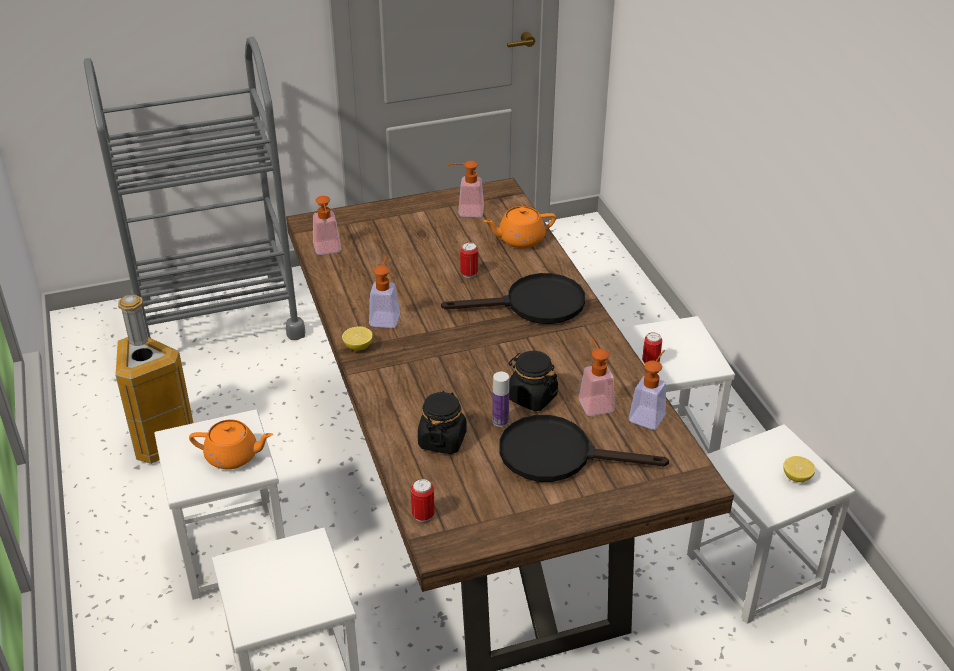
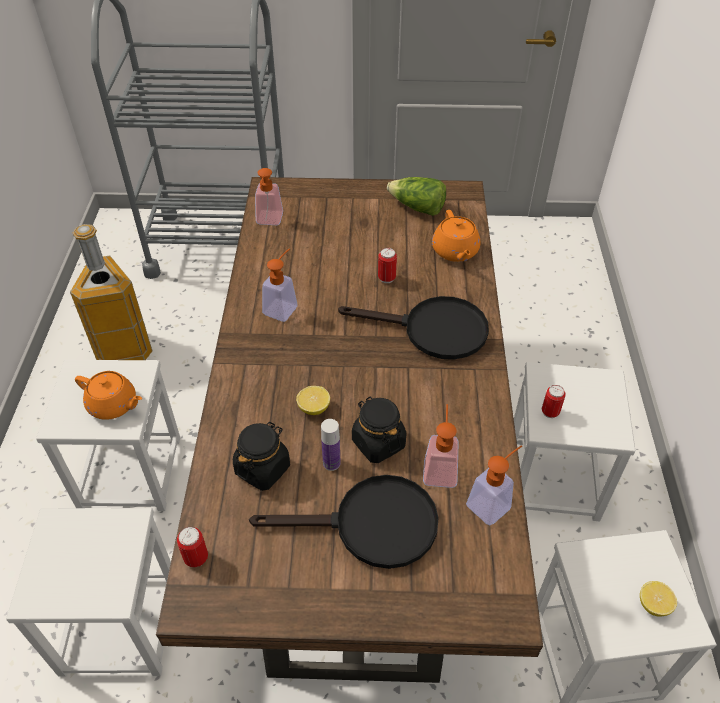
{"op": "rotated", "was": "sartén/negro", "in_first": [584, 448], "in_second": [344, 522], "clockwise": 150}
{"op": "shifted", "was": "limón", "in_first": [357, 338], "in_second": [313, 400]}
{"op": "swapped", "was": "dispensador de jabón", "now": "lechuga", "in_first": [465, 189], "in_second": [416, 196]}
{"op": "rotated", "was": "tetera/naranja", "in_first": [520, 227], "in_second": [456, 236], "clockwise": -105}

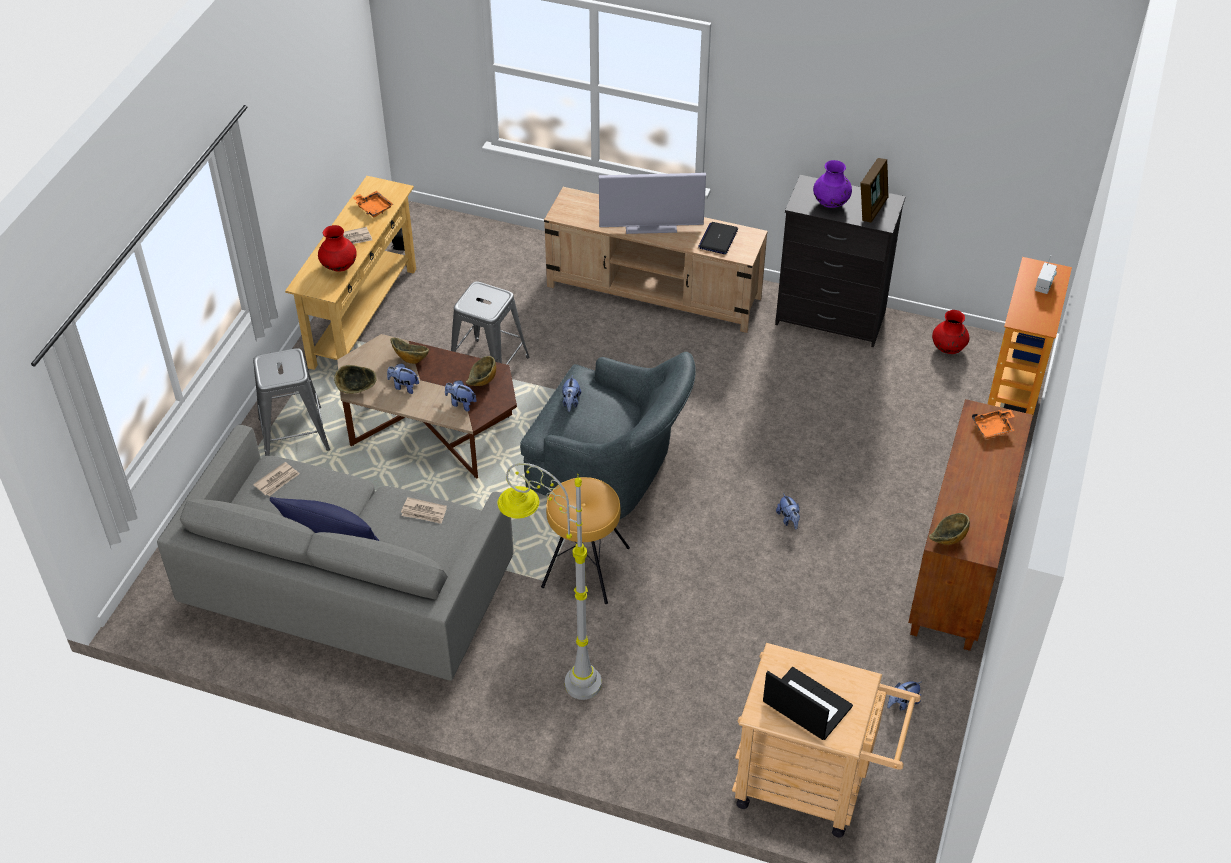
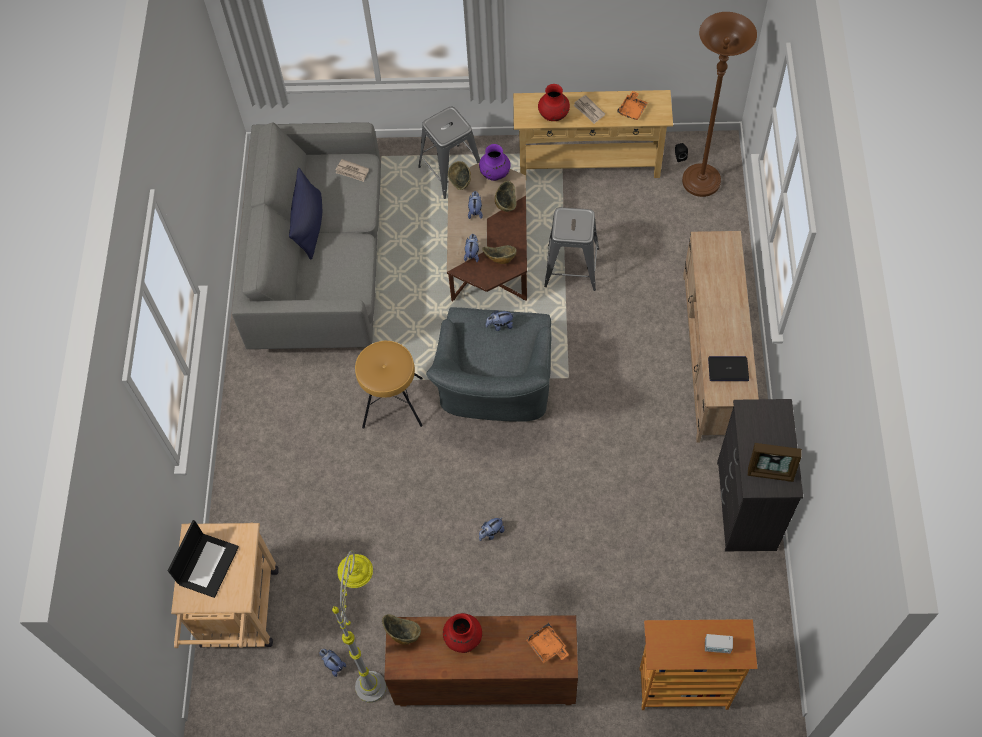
{"op": "shifted", "was": "lámpara de pie/gris", "in_first": [549, 581], "in_second": [359, 626]}
{"op": "shifted", "was": "florero/rojo", "in_first": [950, 332], "in_second": [462, 633]}
{"op": "shifted", "was": "florero/morado", "in_first": [832, 184], "in_second": [495, 162]}
{"op": "new", "now": "lámpara de pie/marrón", "in_second": [719, 104]}
{"op": "gone", "was": "periódico", "in_first": [424, 510]}
{"op": "gone", "was": "televisor", "in_first": [652, 203]}

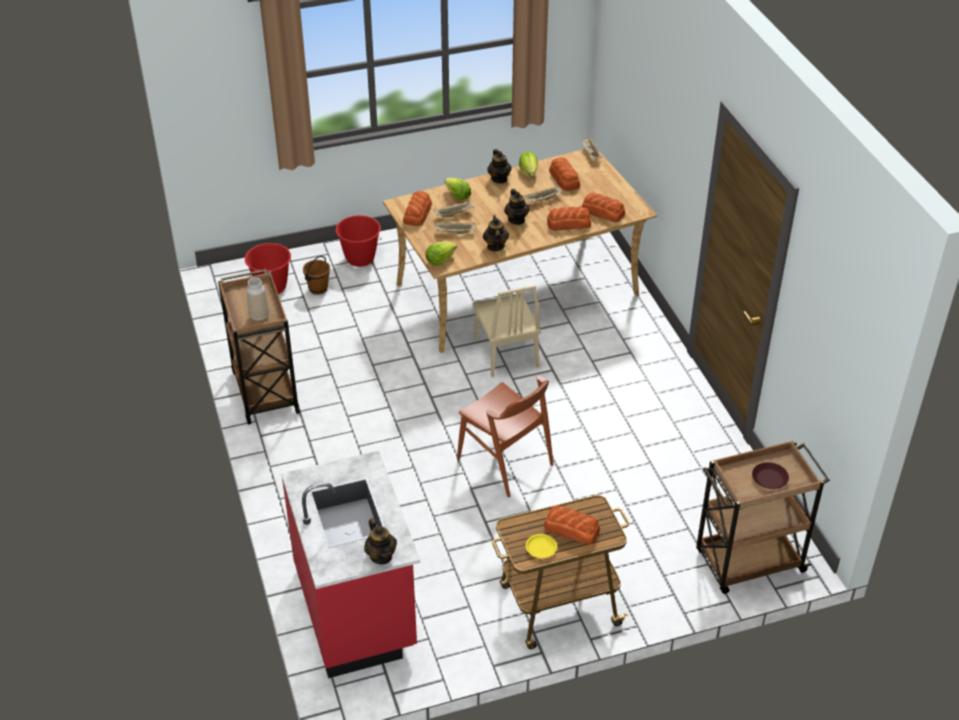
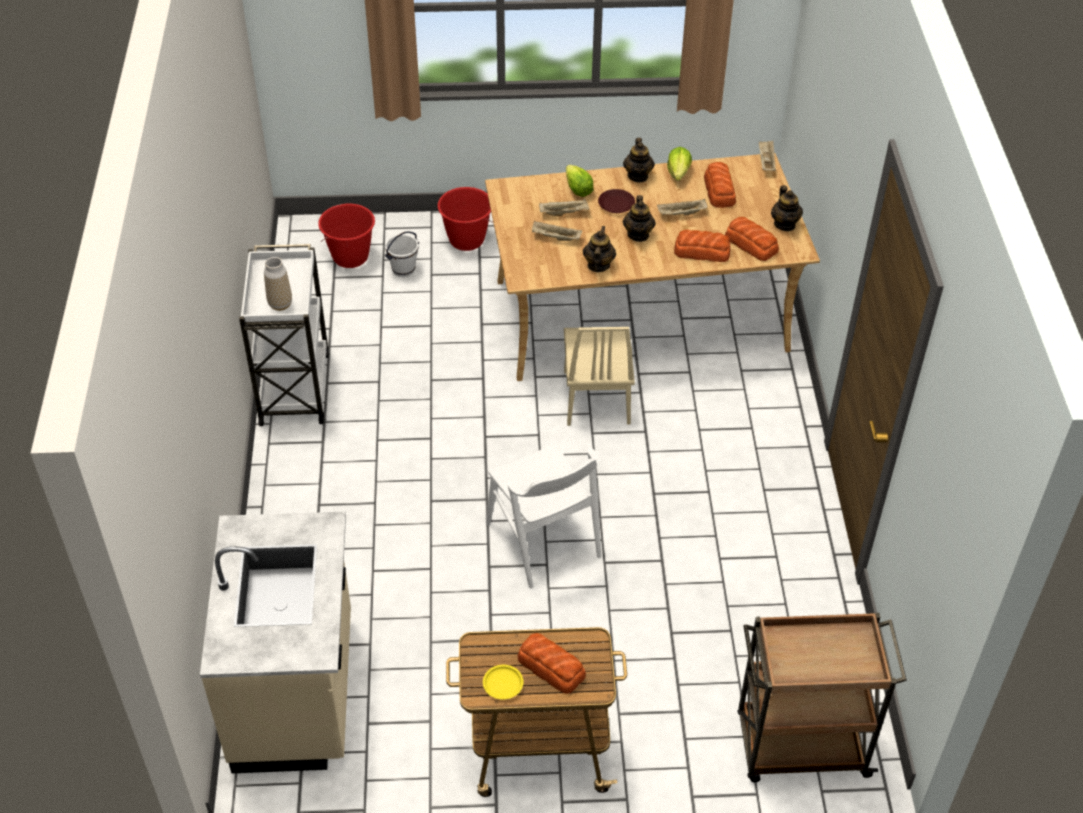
{"op": "repainted", "was": "mueble bajo de cocina/rojo", "now": "mueble bajo de cocina/beis", "in_first": [350, 564], "in_second": [275, 642]}
{"op": "repainted", "was": "carrito/marrón", "now": "carrito/blanco", "in_first": [259, 346], "in_second": [284, 335]}
{"op": "repainted", "was": "cubo/marrón", "now": "cubo/blanco", "in_first": [316, 275], "in_second": [402, 254]}
{"op": "repainted", "was": "silla/marrón", "now": "silla/blanco", "in_first": [505, 436], "in_second": [543, 516]}
{"op": "shifted", "was": "plato/marrón", "in_first": [770, 475], "in_second": [616, 201]}
{"op": "shifted", "was": "tetera", "in_first": [380, 541], "in_second": [787, 208]}
{"op": "gone", "was": "pan", "in_first": [417, 208]}
{"op": "gone", "was": "lechuga", "in_first": [441, 253]}

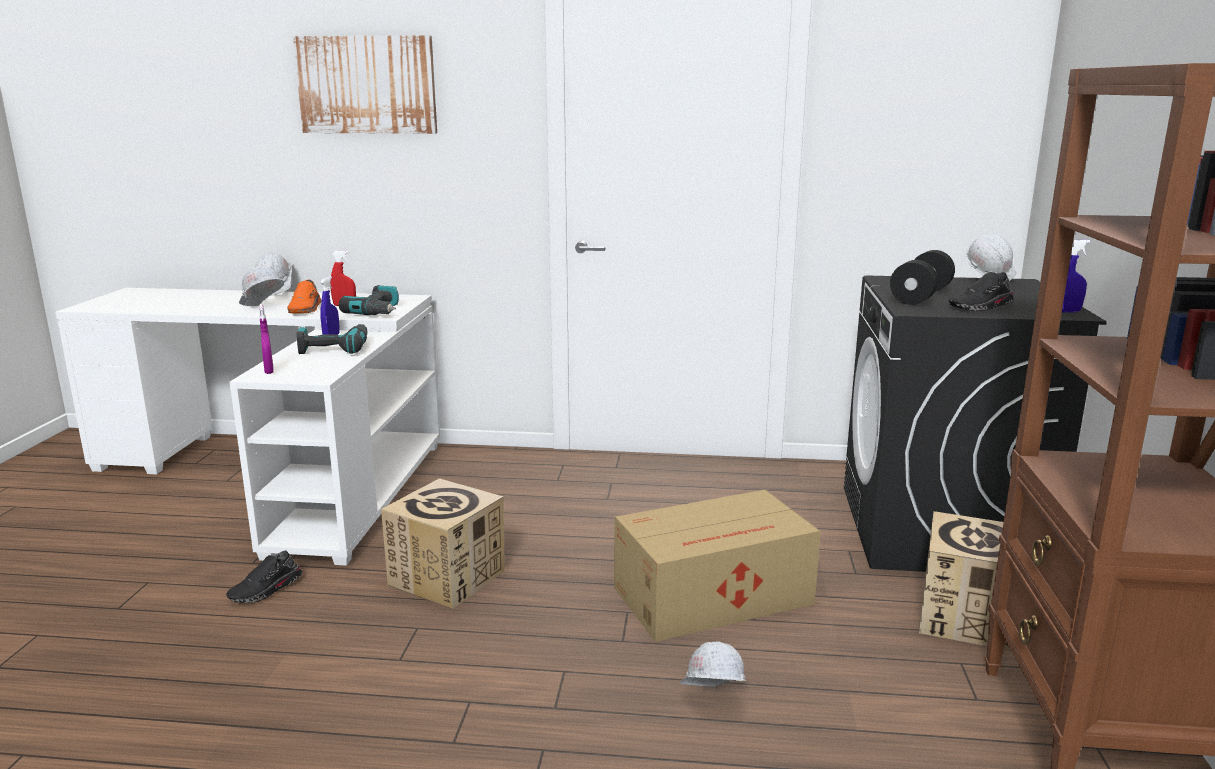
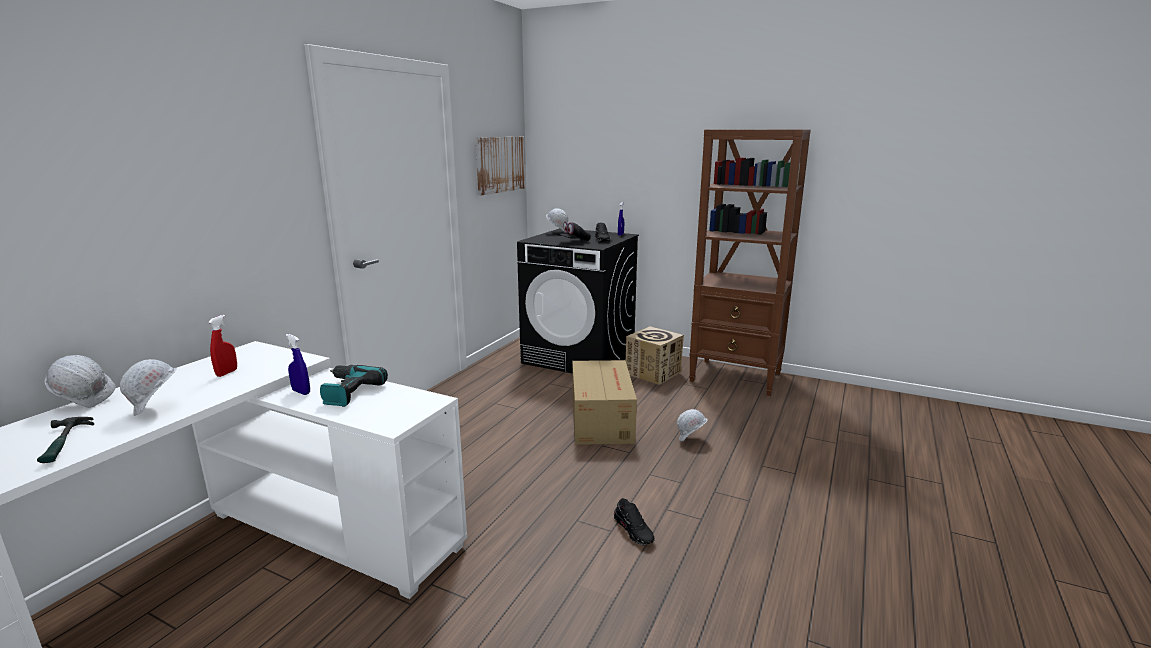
{"op": "new", "now": "martillo", "in_second": [65, 440]}
{"op": "shifted", "was": "cuadro", "in_first": [365, 84], "in_second": [500, 166]}
{"op": "swapped", "was": "mancuerna/negro", "now": "gorra/negro", "in_first": [922, 277], "in_second": [574, 231]}
{"op": "shifted", "was": "zapato/negro", "in_first": [264, 577], "in_second": [634, 521]}
{"op": "gone", "was": "pulverizador/morado", "in_first": [266, 339]}
{"op": "gone", "was": "zapato/naranja", "in_first": [304, 296]}
{"op": "gone", "was": "taladro", "in_first": [369, 300]}
{"op": "gone", "was": "caja de cartón", "in_first": [443, 543]}

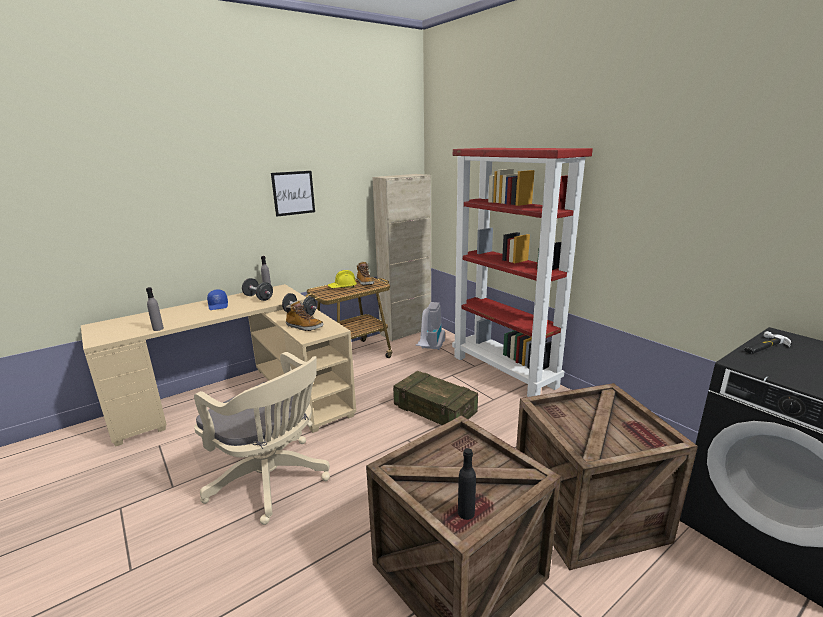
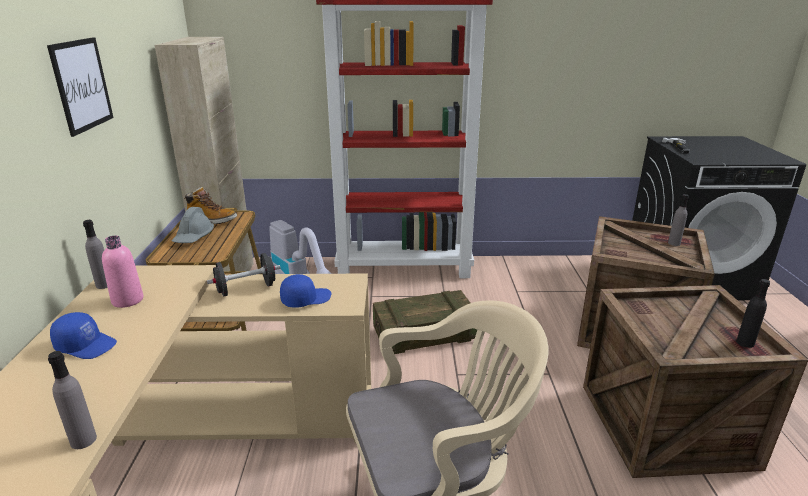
{"op": "swapped", "was": "mancuerna/negro", "now": "botella/rosa", "in_first": [257, 289], "in_second": [123, 272]}
{"op": "repainted", "was": "casco/amarillo", "now": "casco/gris", "in_first": [342, 279], "in_second": [193, 225]}
{"op": "swapped", "was": "bota", "now": "gorra/azul", "in_first": [304, 315], "in_second": [305, 291]}
{"op": "new", "now": "botella/gris", "in_second": [678, 220]}

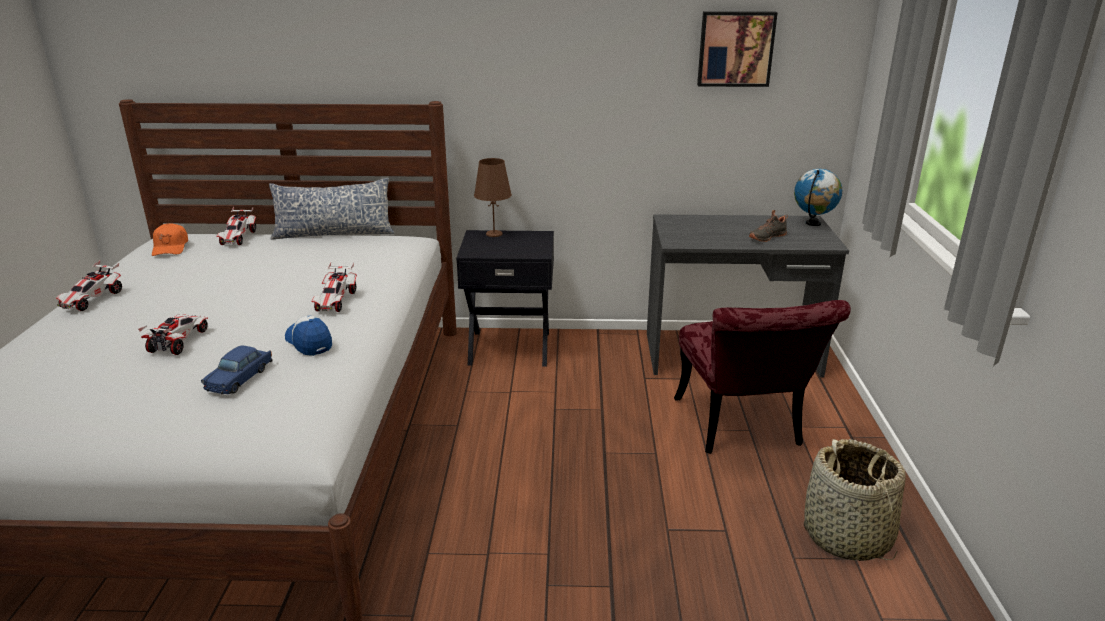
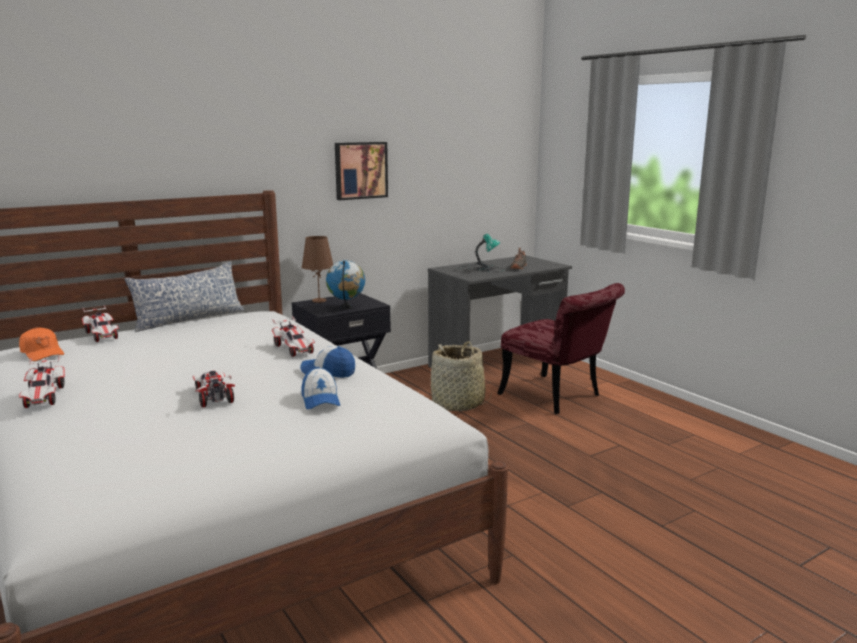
{"op": "swapped", "was": "coche de juguete/azul", "now": "gorra", "in_first": [237, 370], "in_second": [320, 388]}
{"op": "shifted", "was": "globo terráqueo", "in_first": [818, 197], "in_second": [345, 284]}
{"op": "shifted", "was": "cuadro", "in_first": [737, 49], "in_second": [361, 171]}
{"op": "shifted", "was": "cesta", "in_first": [855, 500], "in_second": [461, 376]}
{"op": "new", "now": "lámpara de mesa", "in_second": [480, 253]}

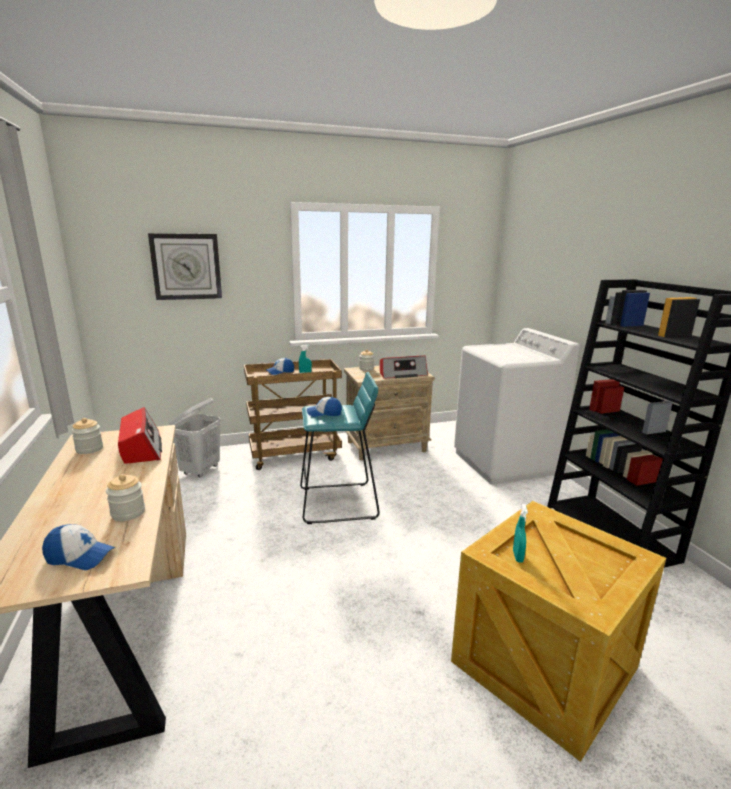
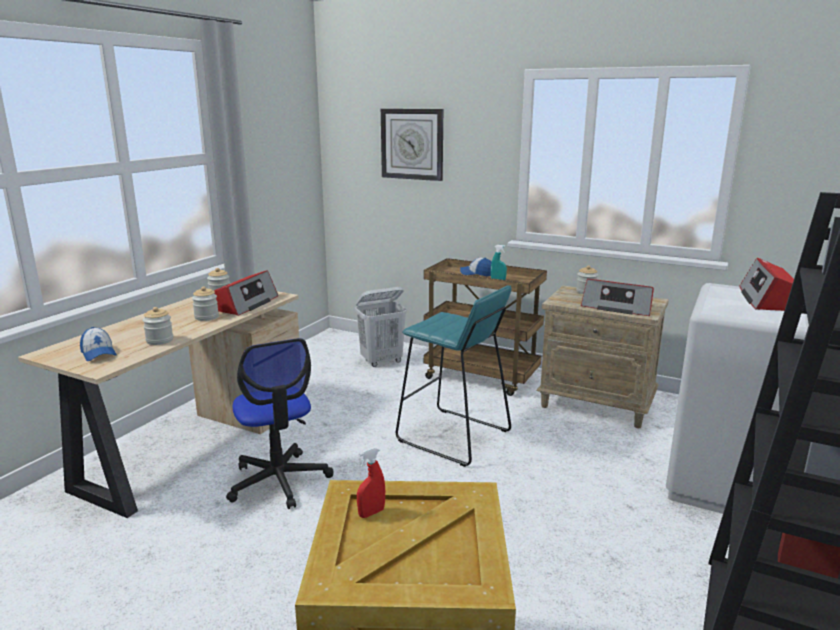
{"op": "new", "now": "tarro", "in_second": [205, 303]}
{"op": "new", "now": "silla de oficina", "in_second": [280, 423]}
{"op": "repainted", "was": "pulverizador/turquesa", "now": "pulverizador/rojo", "in_first": [520, 533], "in_second": [371, 482]}
{"op": "new", "now": "radio", "in_second": [766, 284]}
{"op": "gone", "was": "gorra", "in_first": [324, 407]}

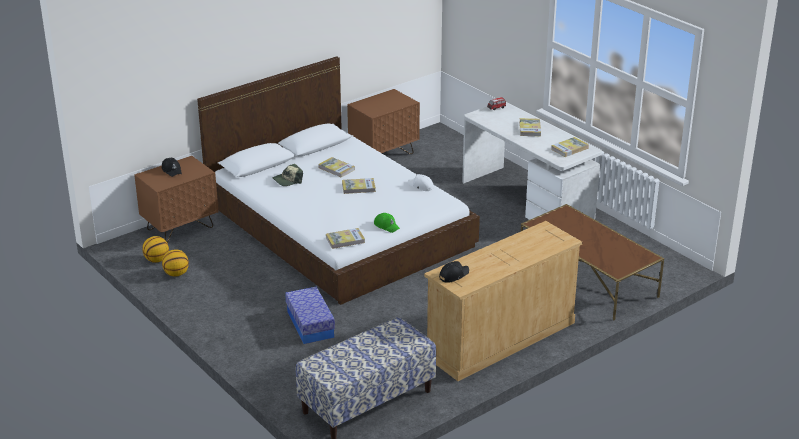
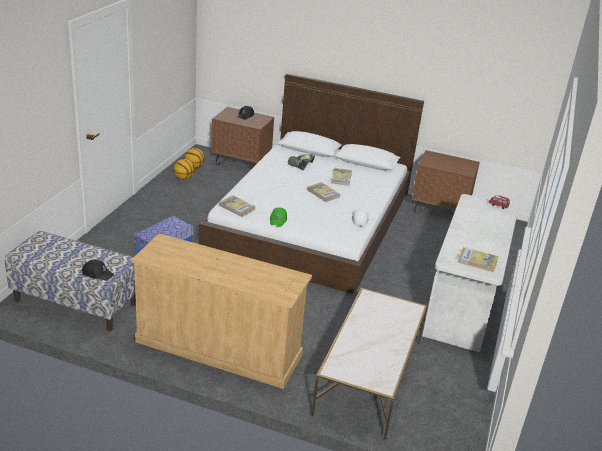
{"op": "shifted", "was": "gorra/negro", "in_first": [454, 272], "in_second": [98, 270]}
{"op": "repainted", "was": "mesa de centro/marrón", "now": "mesa de centro/blanco", "in_first": [592, 262], "in_second": [369, 364]}
{"op": "gone", "was": "libro", "in_first": [530, 127]}

